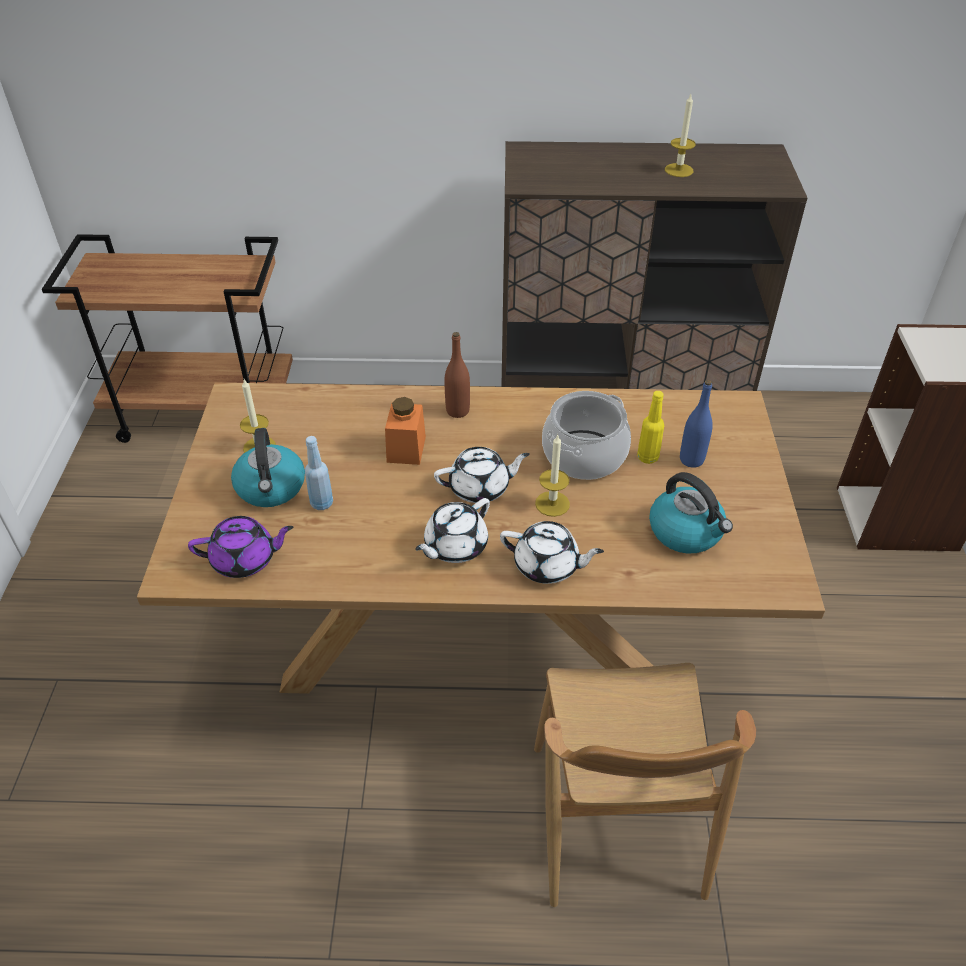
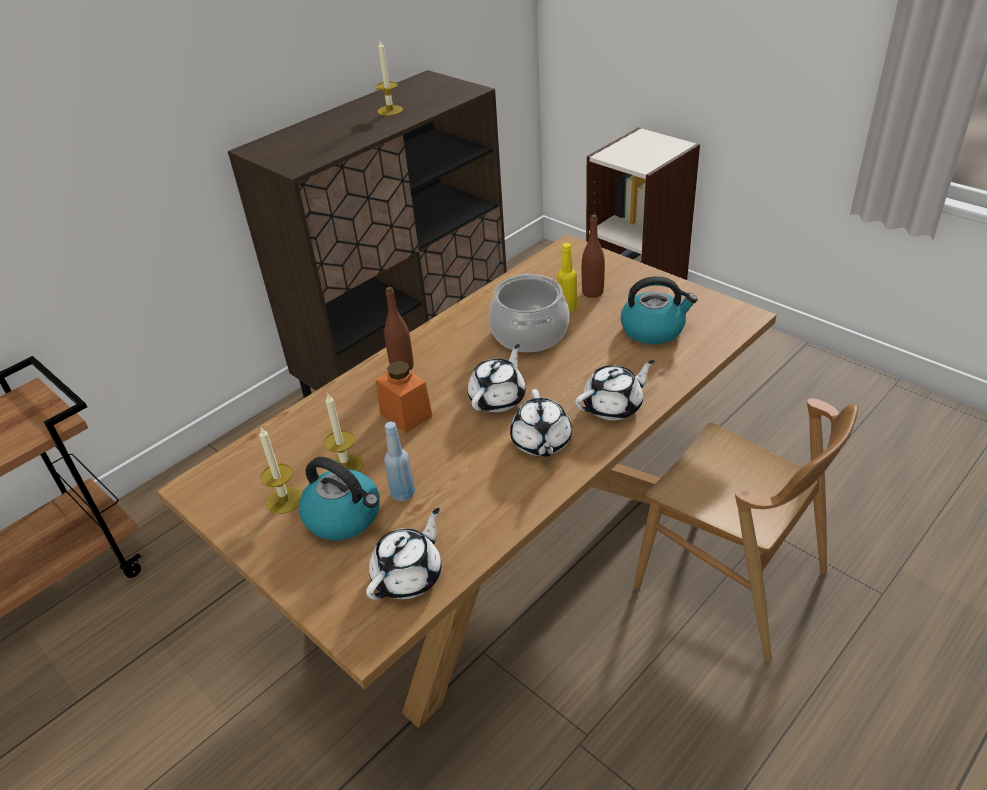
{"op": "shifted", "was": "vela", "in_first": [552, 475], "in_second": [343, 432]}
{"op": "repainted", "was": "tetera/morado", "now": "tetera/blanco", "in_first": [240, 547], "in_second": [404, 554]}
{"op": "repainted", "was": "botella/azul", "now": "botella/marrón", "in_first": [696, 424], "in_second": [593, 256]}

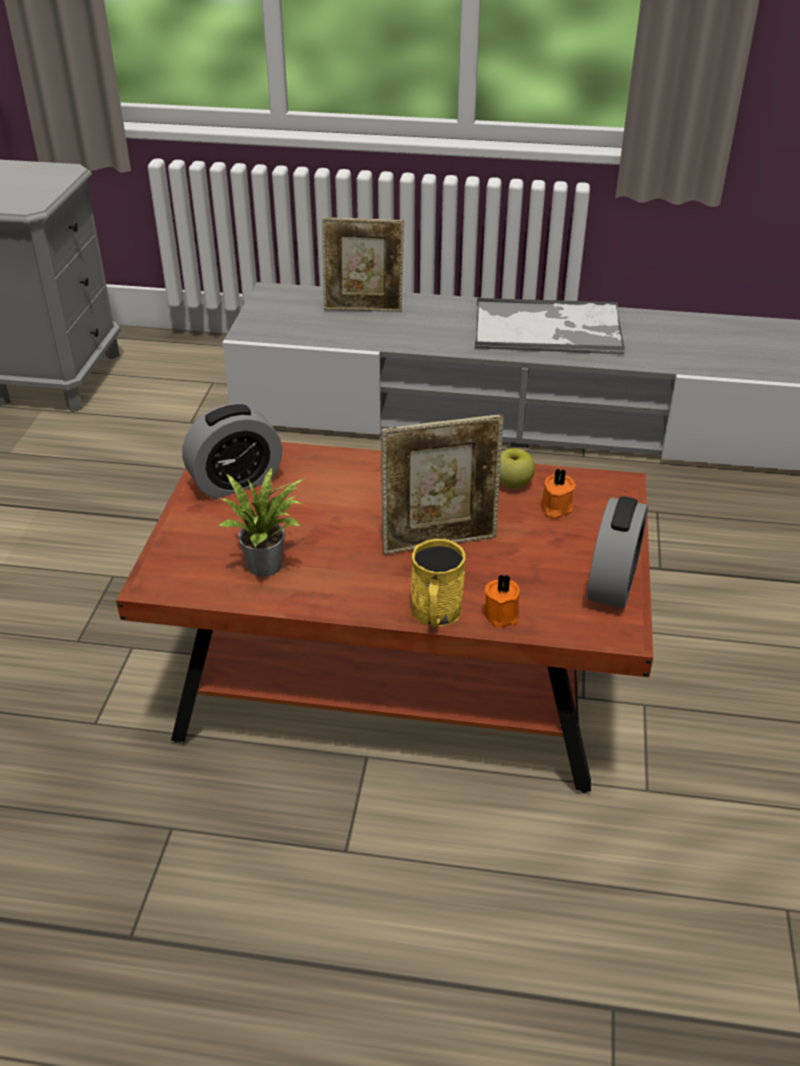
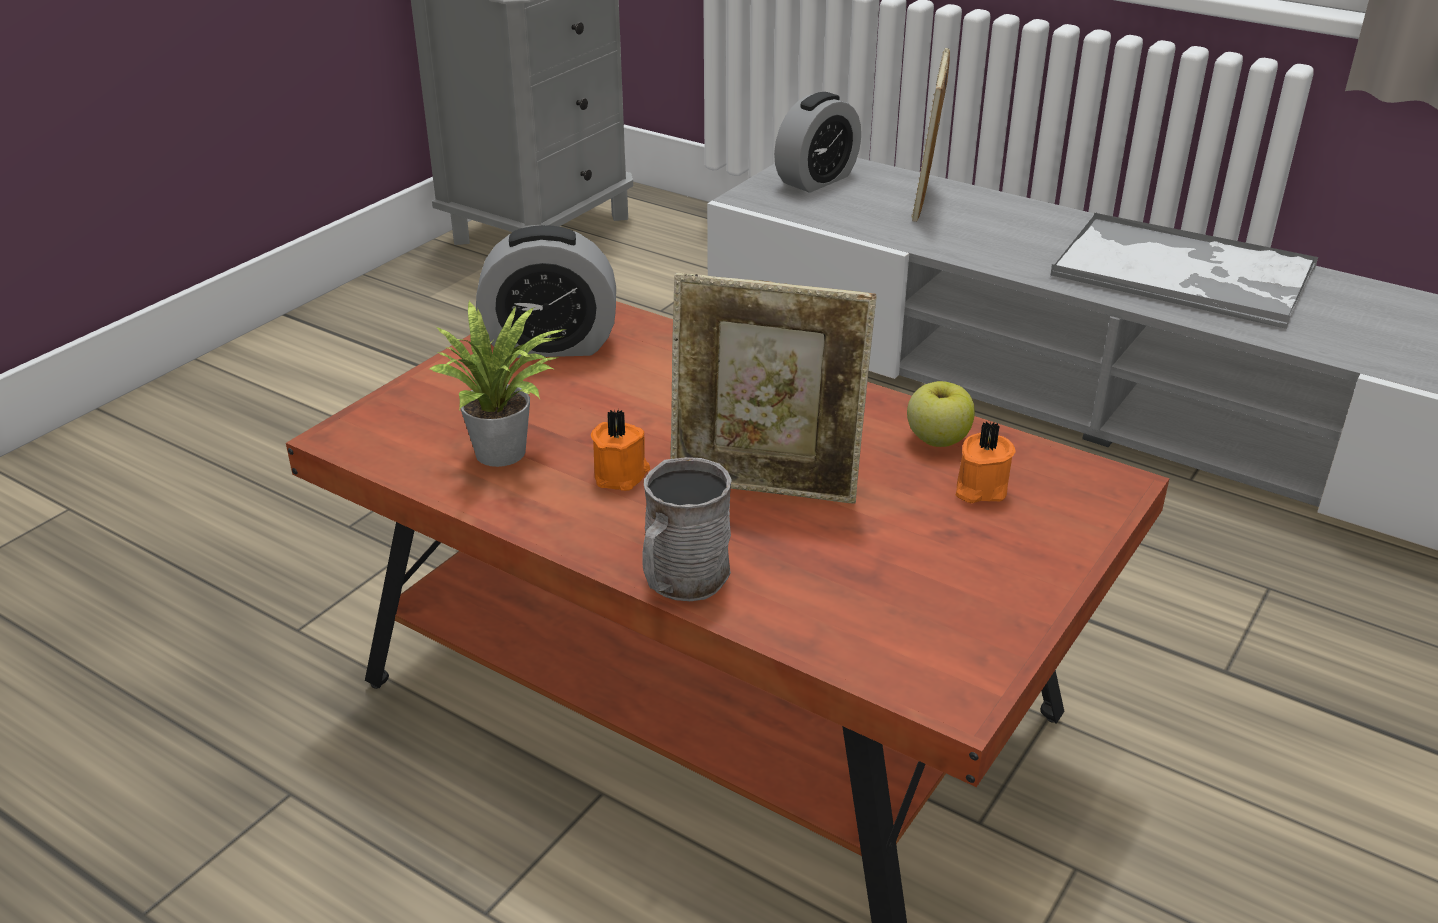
{"op": "shifted", "was": "vela/naranja", "in_first": [502, 601], "in_second": [620, 450]}
{"op": "repainted", "was": "taza grande/amarillo", "now": "taza grande/gris", "in_first": [438, 583], "in_second": [687, 529]}
{"op": "shifted", "was": "despertador", "in_first": [617, 552], "in_second": [817, 142]}
{"op": "rotated", "was": "portarretratos", "in_first": [363, 264], "in_second": [931, 135], "clockwise": 75}

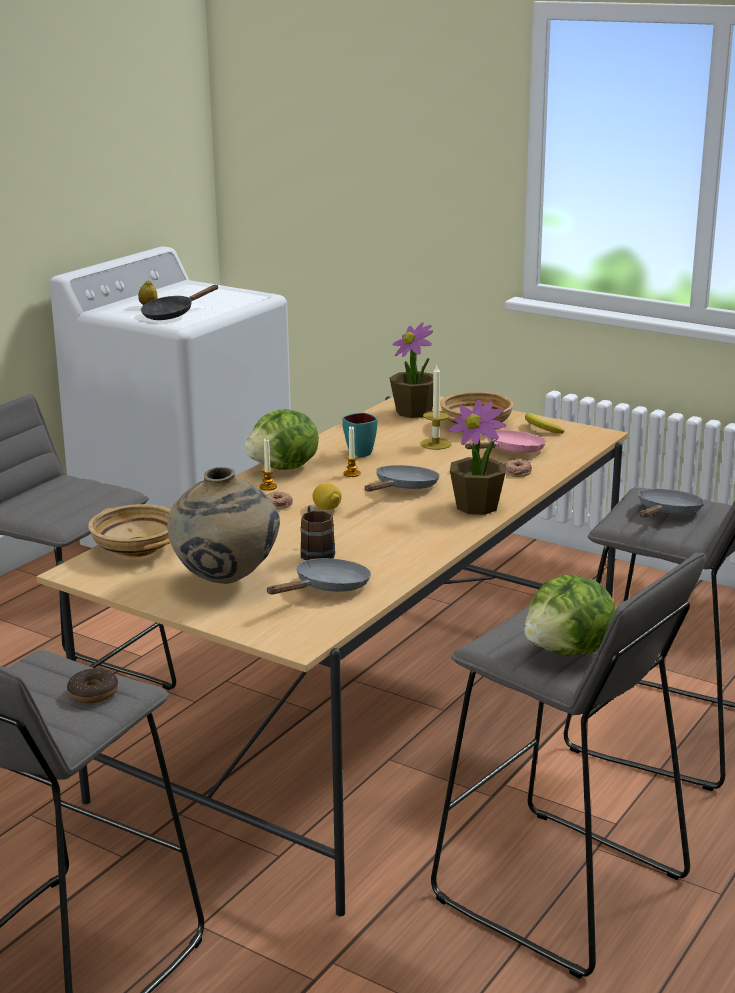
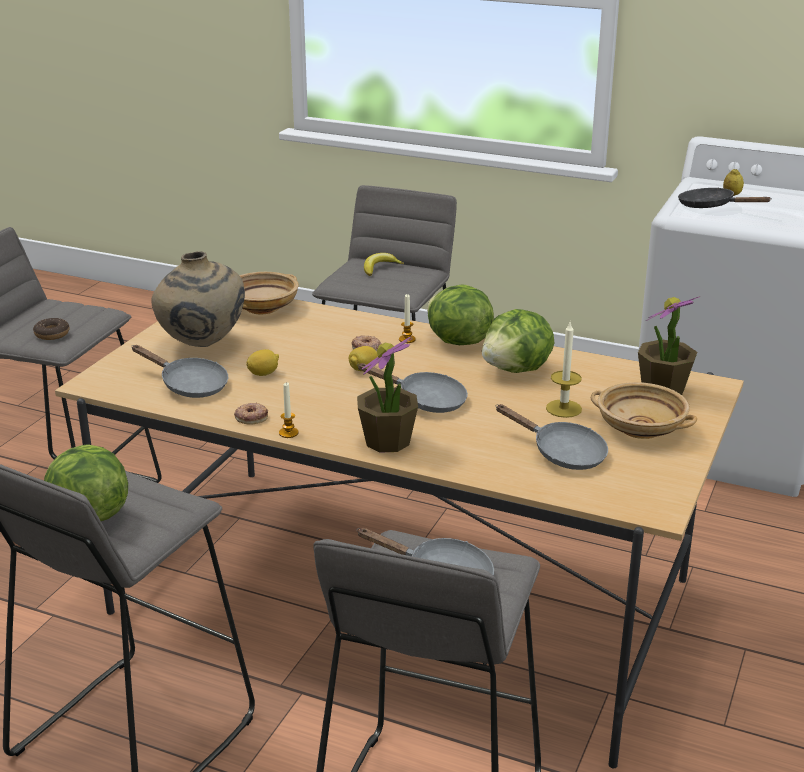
{"op": "shifted", "was": "rosquilla", "in_first": [518, 468], "in_second": [251, 413]}
{"op": "swapped", "was": "taza grande/marrón", "now": "limón", "in_first": [317, 532], "in_second": [262, 362]}
{"op": "shifted", "was": "vela", "in_first": [352, 451], "in_second": [288, 410]}
{"op": "shifted", "was": "plátano", "in_first": [544, 423], "in_second": [384, 264]}
{"op": "swapped", "was": "taza grande/turquesa", "now": "lechuga", "in_first": [360, 435], "in_second": [518, 341]}
{"op": "repainted", "was": "sartén/rosa", "now": "sartén/gris", "in_first": [505, 441], "in_second": [552, 437]}

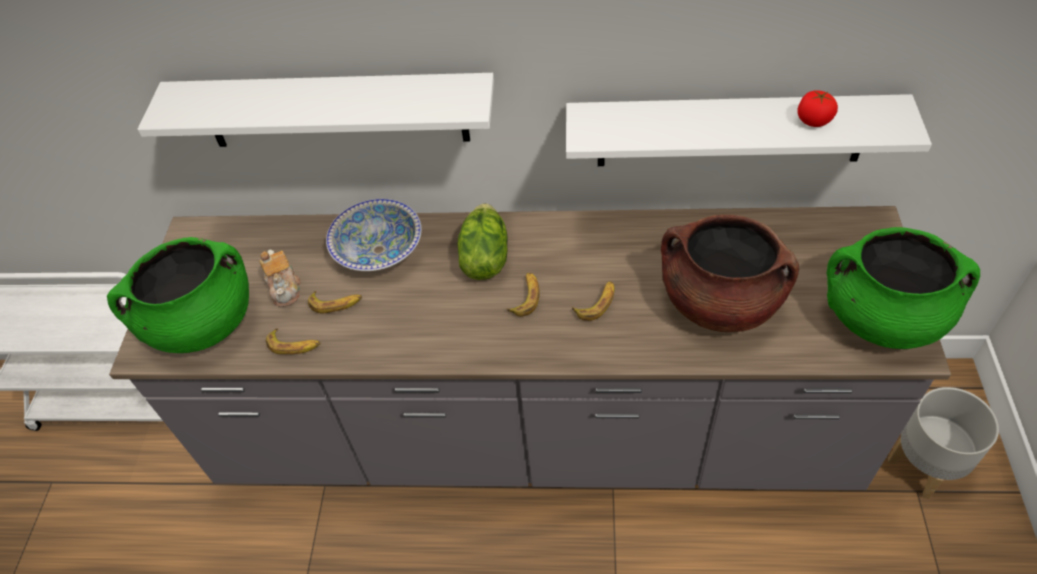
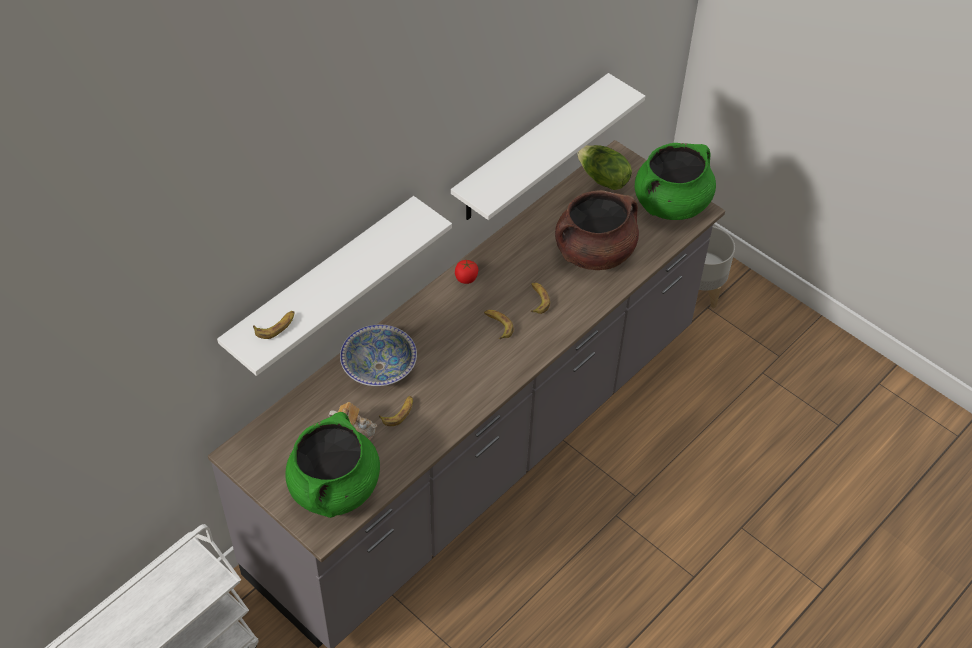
{"op": "shifted", "was": "plátano", "in_first": [293, 341], "in_second": [274, 325]}
{"op": "shifted", "was": "tomate", "in_first": [817, 108], "in_second": [466, 271]}
{"op": "shifted", "was": "lechuga", "in_first": [483, 241], "in_second": [604, 167]}

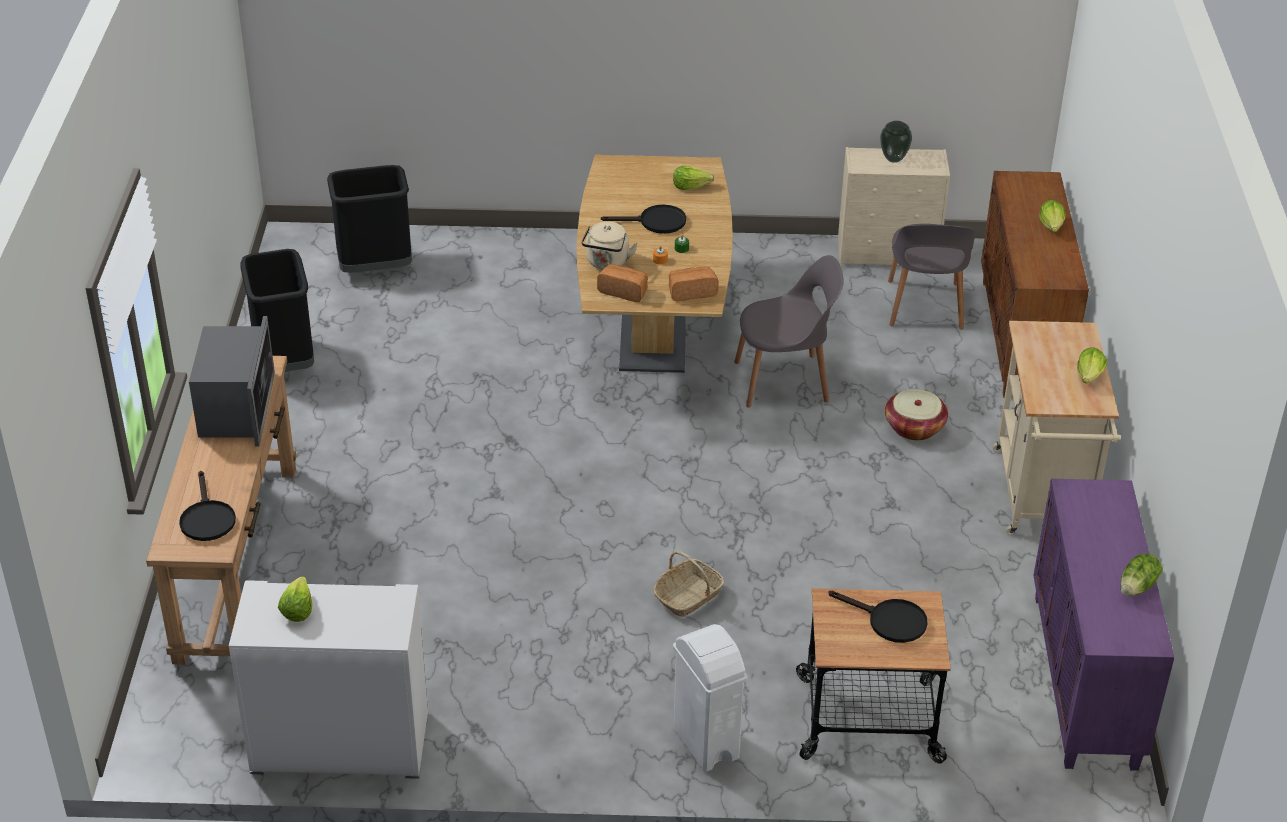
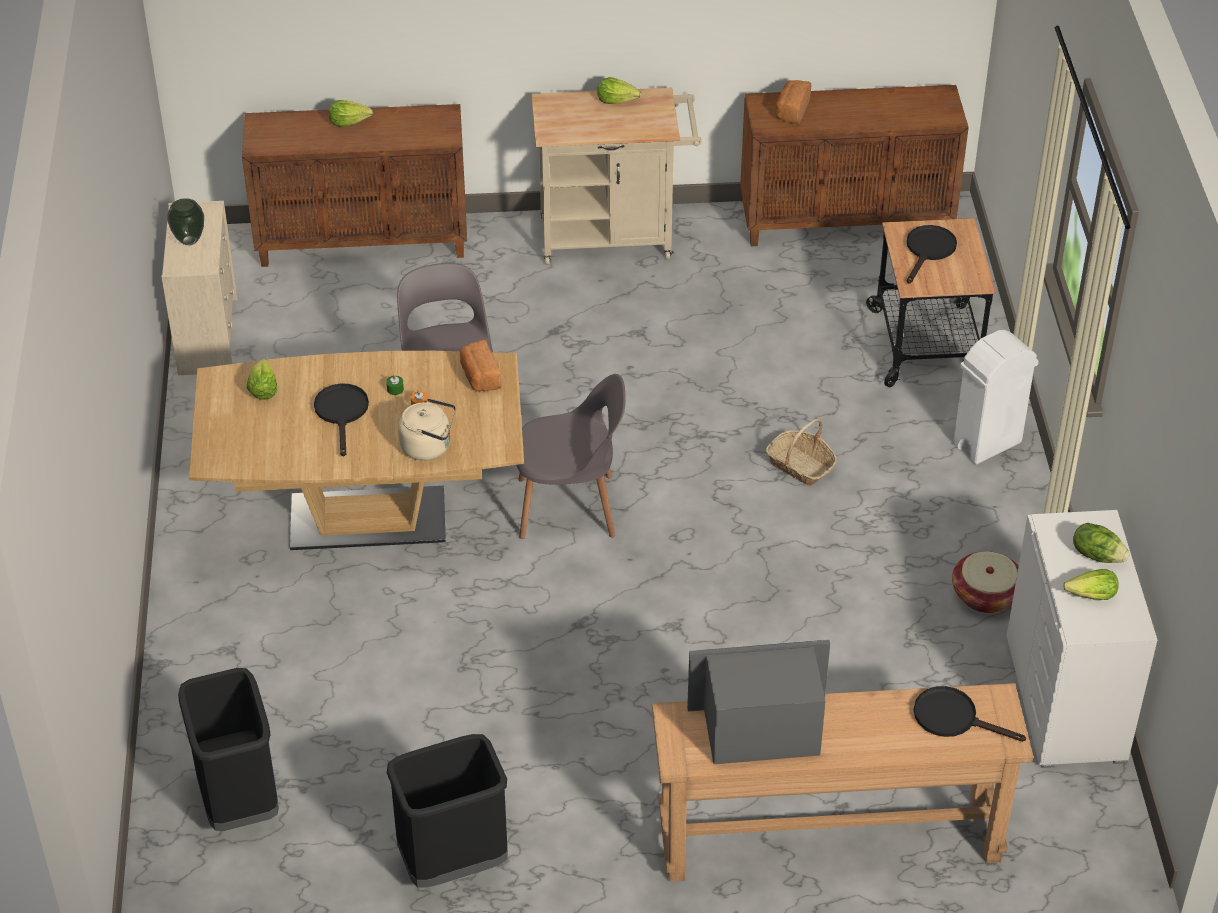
{"op": "shifted", "was": "silla/gris", "in_first": [931, 277], "in_second": [571, 456]}
{"op": "repainted", "was": "armario/morado", "now": "armario/marrón", "in_first": [1104, 625], "in_second": [854, 165]}
{"op": "shifted", "was": "pan", "in_first": [622, 283], "in_second": [793, 102]}
{"op": "rotated", "was": "sartén/negro", "in_first": [207, 506], "in_second": [970, 714], "clockwise": -135}
{"op": "shifted", "was": "cesta", "in_first": [916, 414], "in_second": [985, 582]}
{"op": "shifted", "was": "lechuga", "in_first": [1141, 574], "in_second": [1101, 543]}

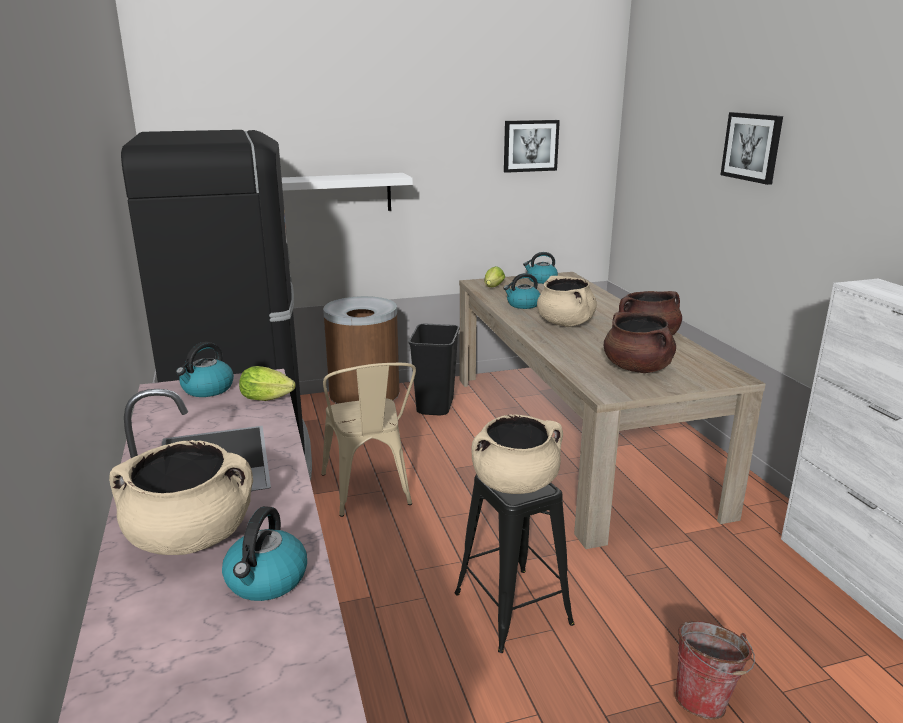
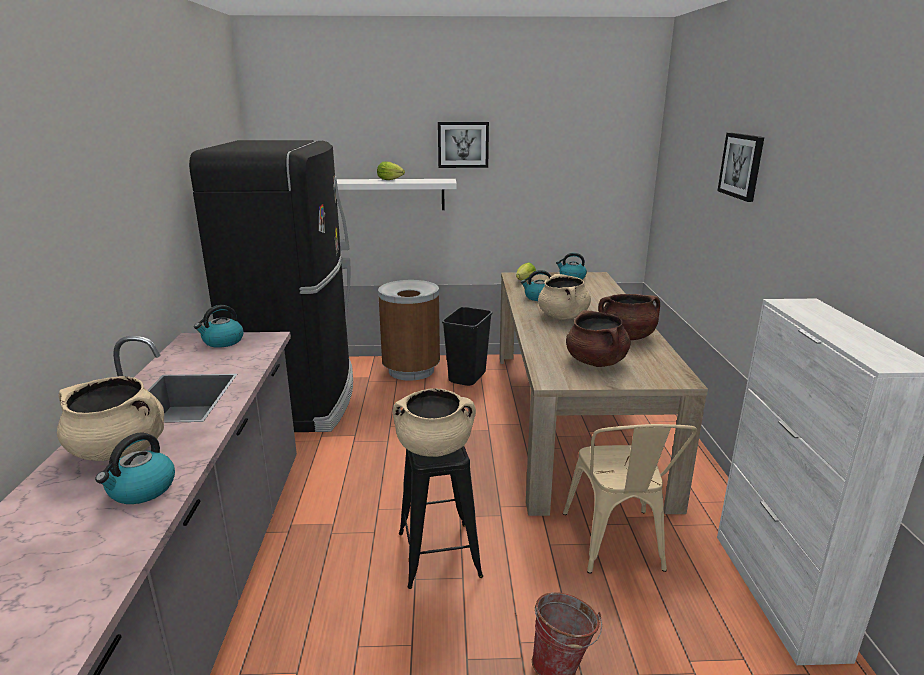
{"op": "shifted", "was": "lechuga", "in_first": [267, 383], "in_second": [391, 170]}
{"op": "shifted", "was": "cuadro", "in_first": [532, 146], "in_second": [463, 145]}
{"op": "shifted", "was": "silla/beis", "in_first": [368, 440], "in_second": [630, 499]}

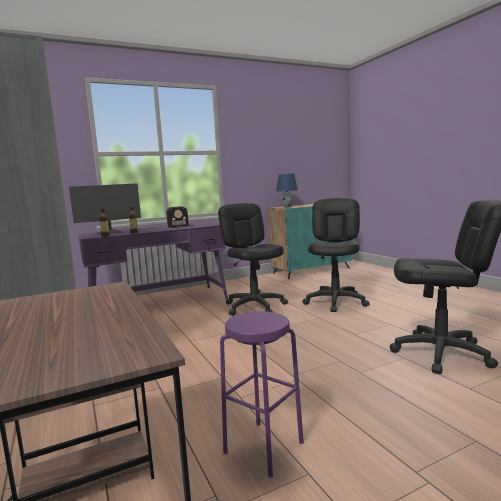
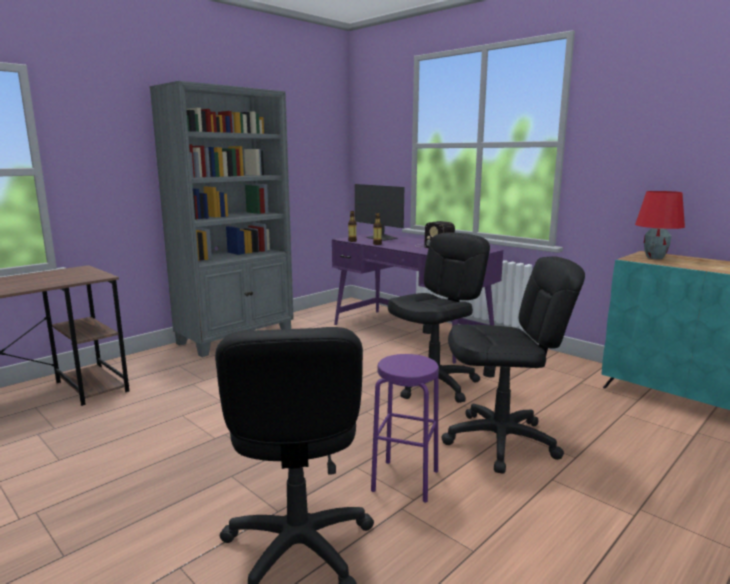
{"op": "shifted", "was": "taburete/morado", "in_first": [262, 394], "in_second": [405, 428]}
{"op": "repainted", "was": "lámpara de mesa/azul", "now": "lámpara de mesa/rojo", "in_first": [287, 190], "in_second": [660, 225]}

